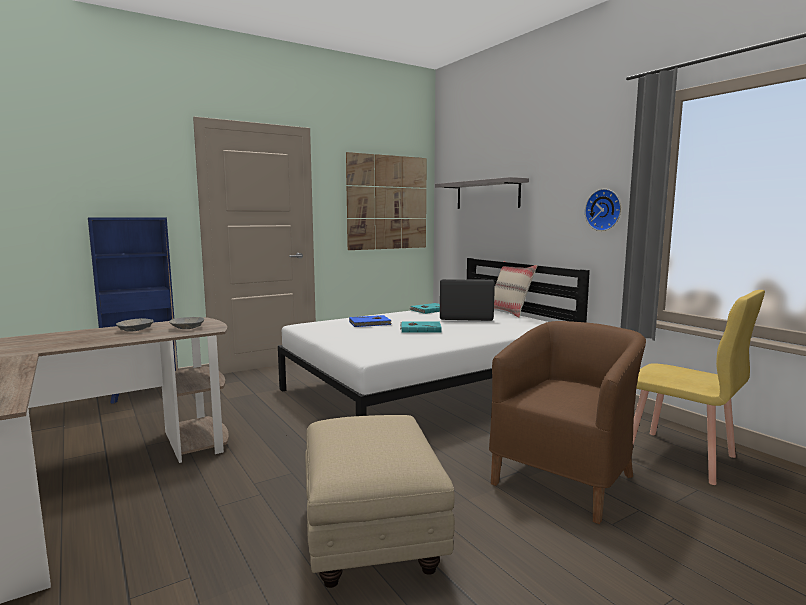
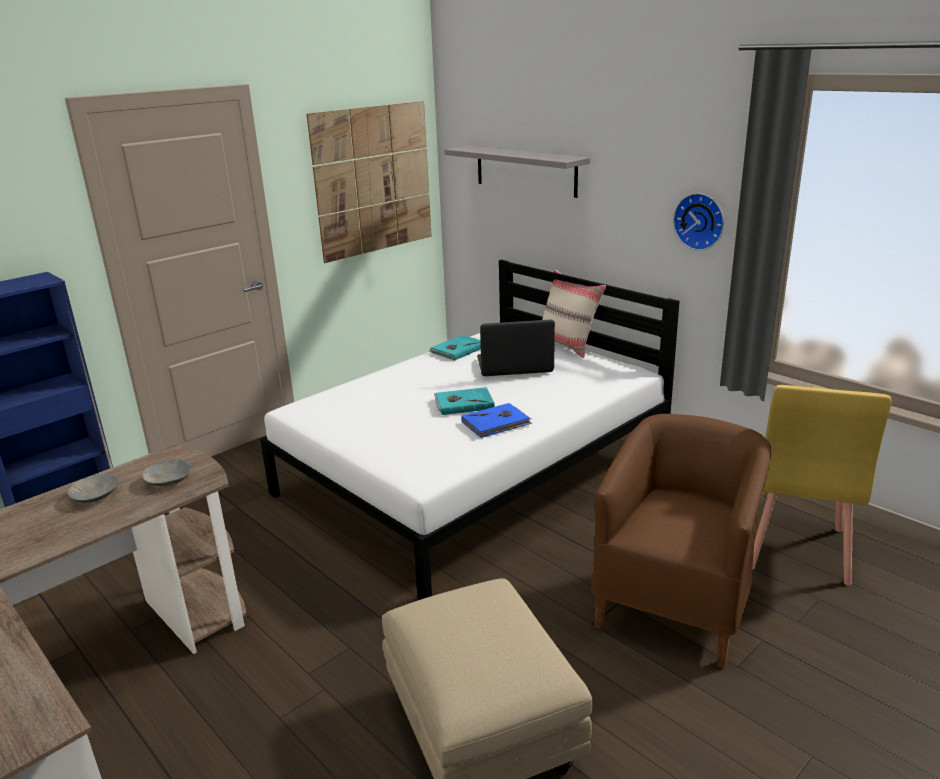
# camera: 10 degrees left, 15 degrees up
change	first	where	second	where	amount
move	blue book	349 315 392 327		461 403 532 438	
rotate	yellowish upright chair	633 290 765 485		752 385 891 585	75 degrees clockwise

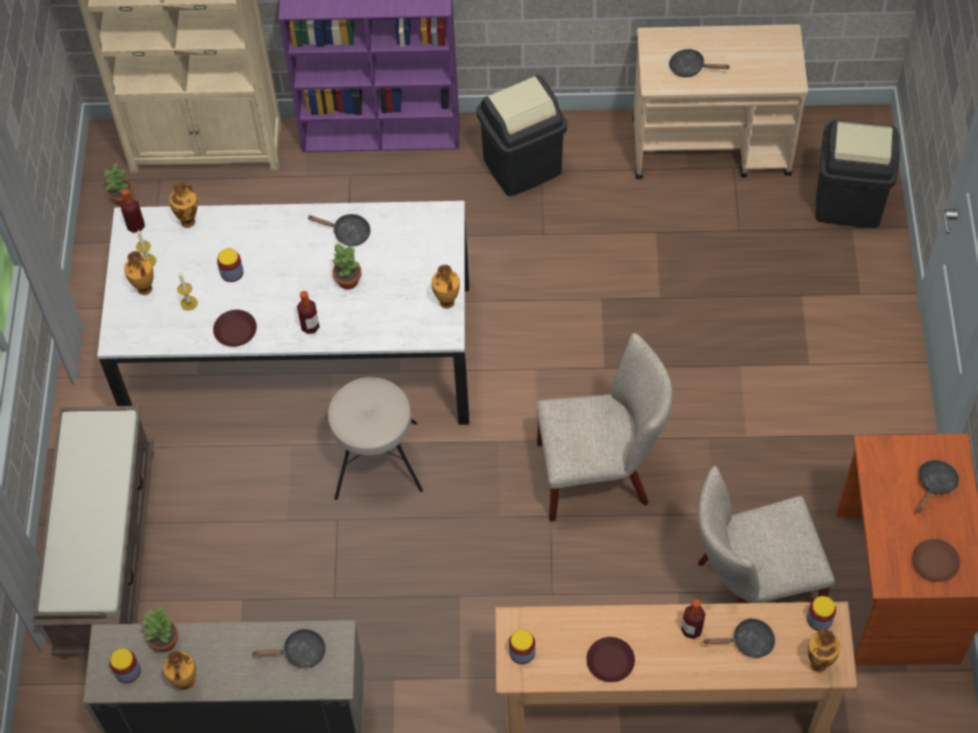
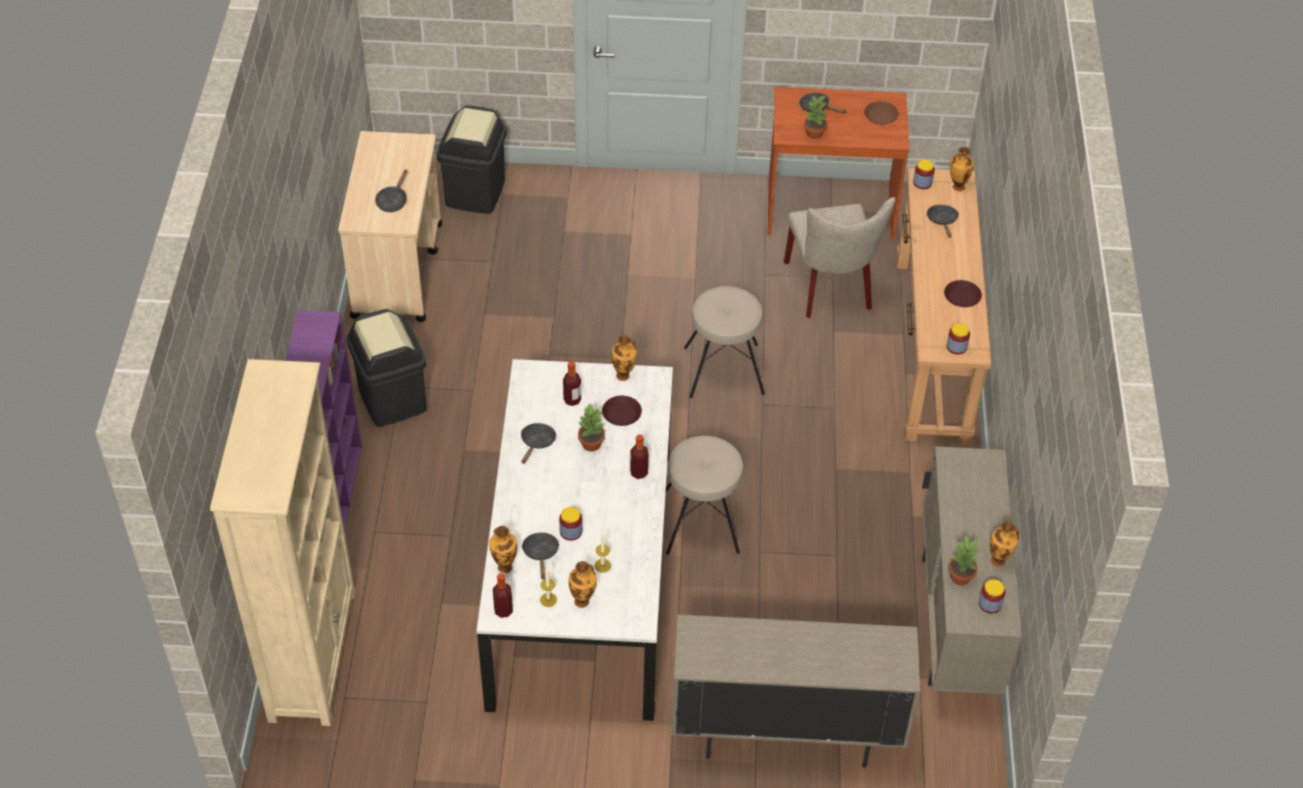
# camera: 90 degrees left, 10 degrees down
change	first	where	second	where	amount
move	black frying pan	253 628 326 669		522 533 560 579	
move	drink bottle	681 599 705 639		563 361 581 406	
move	brown flat dish	213 310 257 347		602 396 642 426	
replace	brown indoor bench	34 406 154 659	beige cabinet	671 614 920 768	
replace	beige upright chair	536 333 672 522	beige sitting stool	684 286 765 398	
move	houseplant	103 162 133 206		804 95 828 139	

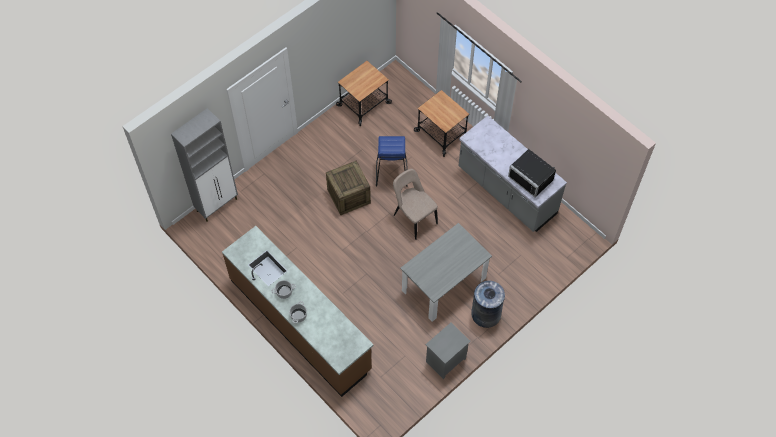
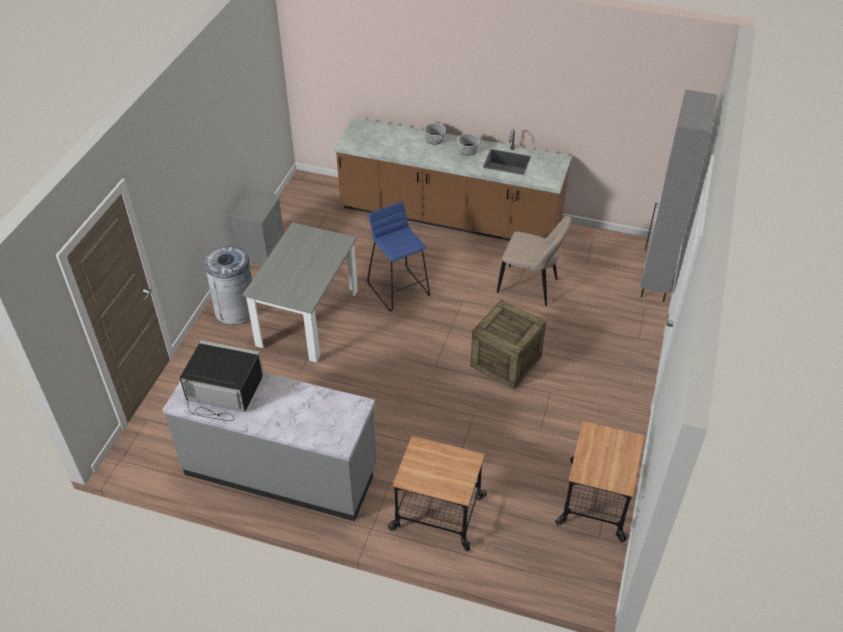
# camera: 150 degrees right, 15 degrees down
change	first	where	second	where	amount
move	blue sitting stool	376 136 408 187		367 202 430 311	
move	beige upright chair	393 169 438 240		497 216 571 306	

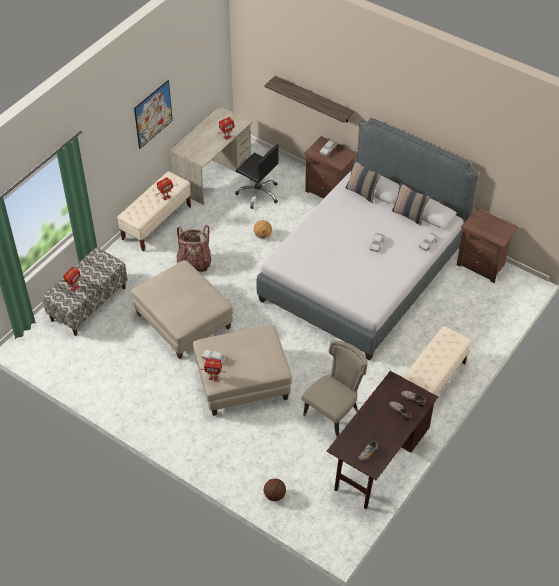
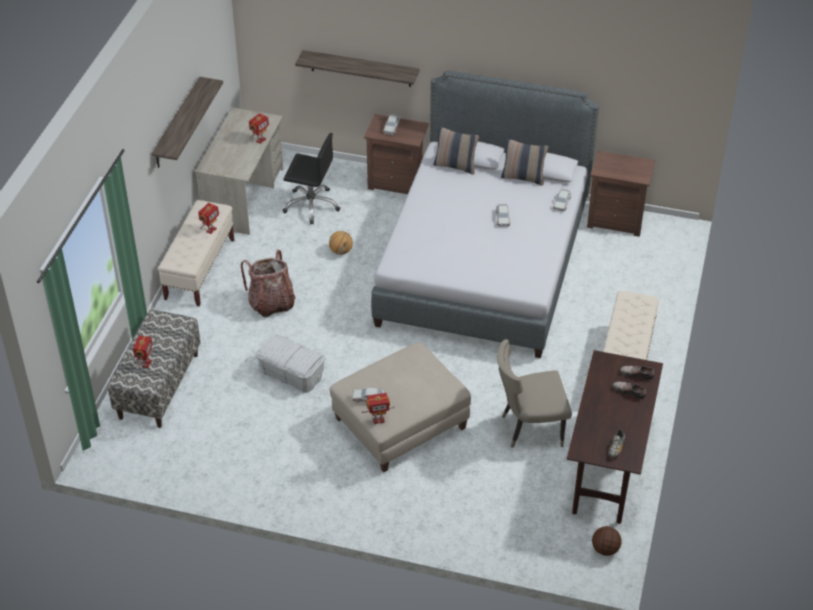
# camera: 20 degrees left, 5 degrees down
change	first	where	second	where	amount
replace	wall art	134 80 173 149	wall shelf	152 77 223 168	
replace	beige pouffe	131 260 233 359	white storage container	256 334 326 393	
rotate	beige upright chair	301 340 368 438		497 339 572 448	120 degrees counterclockwise
move	ball for basketball	264 479 286 501		592 526 622 556	

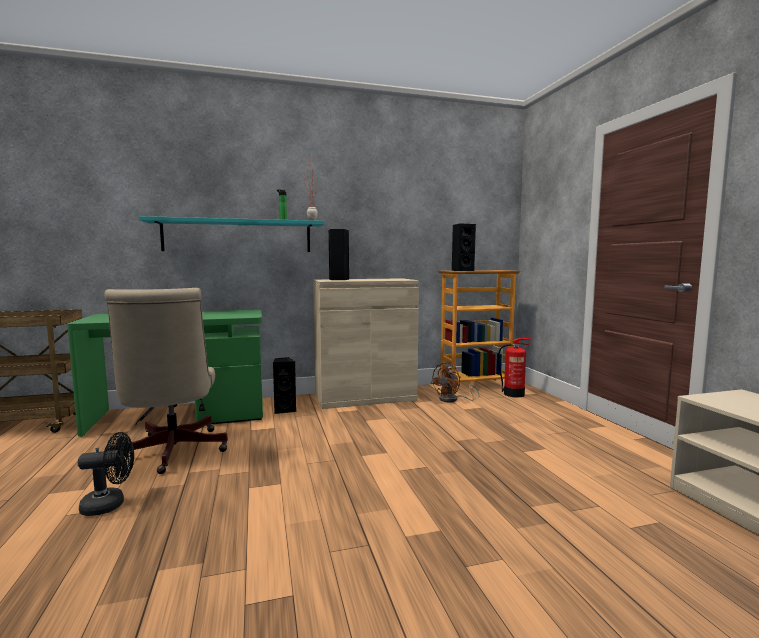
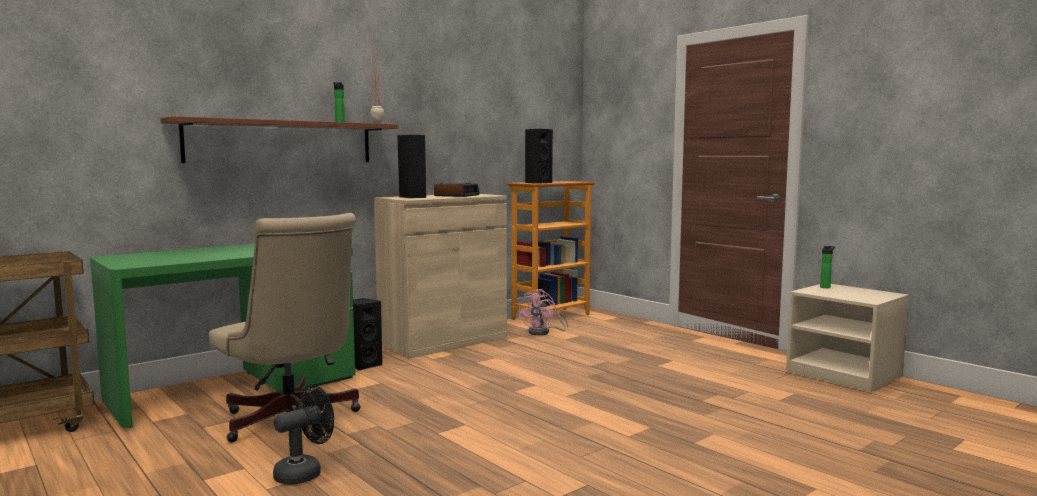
# camera: 25 degrees left, 0 degrees up
change	first	where	second	where	amount
recolor	blue-green wall shelf	139 216 324 252	brown wall shelf	160 116 398 163	
insert			bedside clock	434 183 480 197	
recolor	brown electric fan	431 362 480 402	pinkish electric fan	518 289 568 335	
insert			drink bottle	820 246 835 288	
delete	fire extinguisher	498 338 532 397			

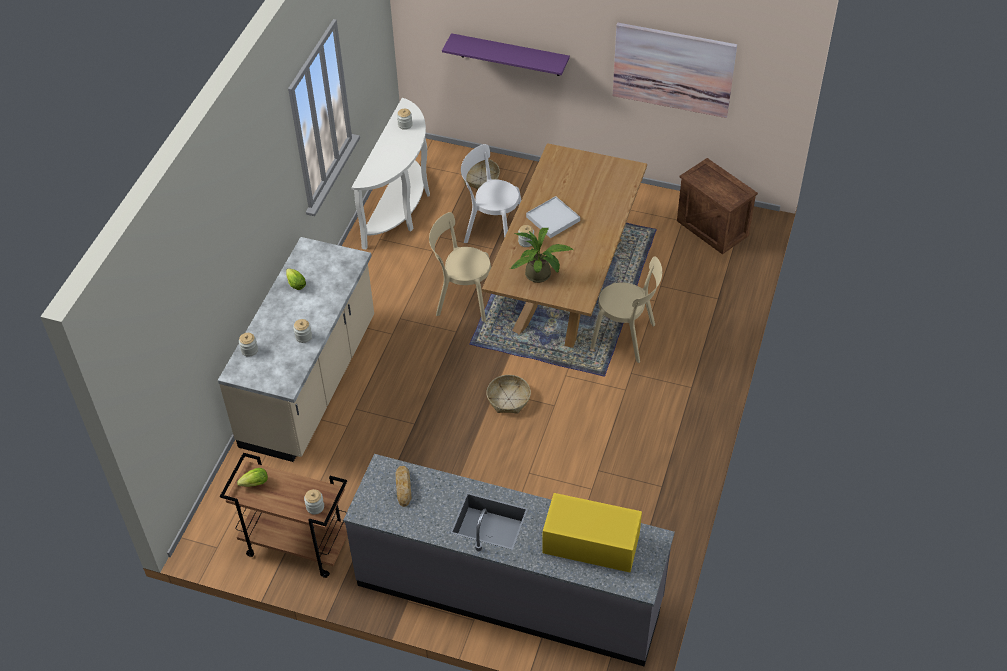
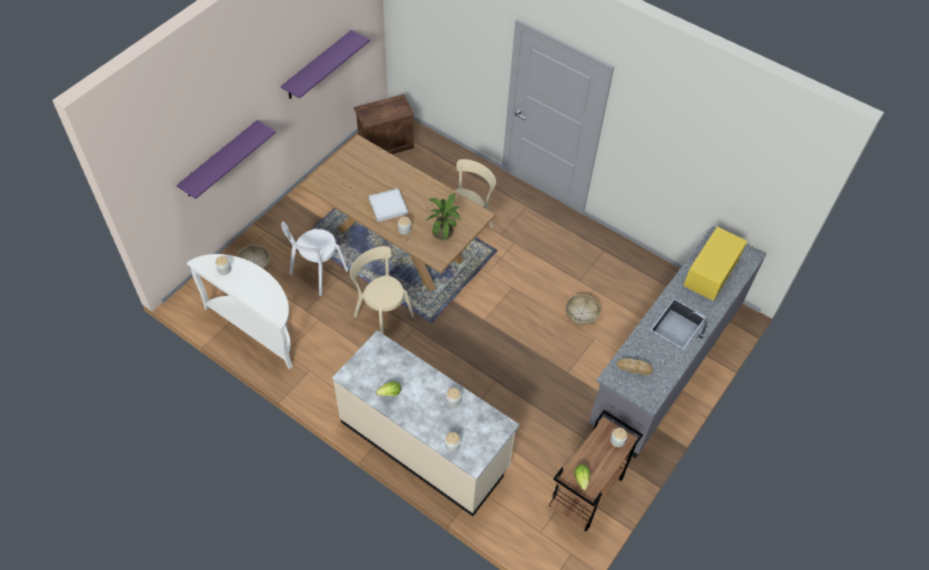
# camera: 75 degrees left, 5 degrees up
change	first	where	second	where	amount
replace	wall art	613 23 737 118	purplish wall shelf	281 30 370 99	
rotate	beige upright chair	429 212 491 322		350 246 414 334	105 degrees clockwise
move	household basket	486 375 531 414		566 294 601 326	

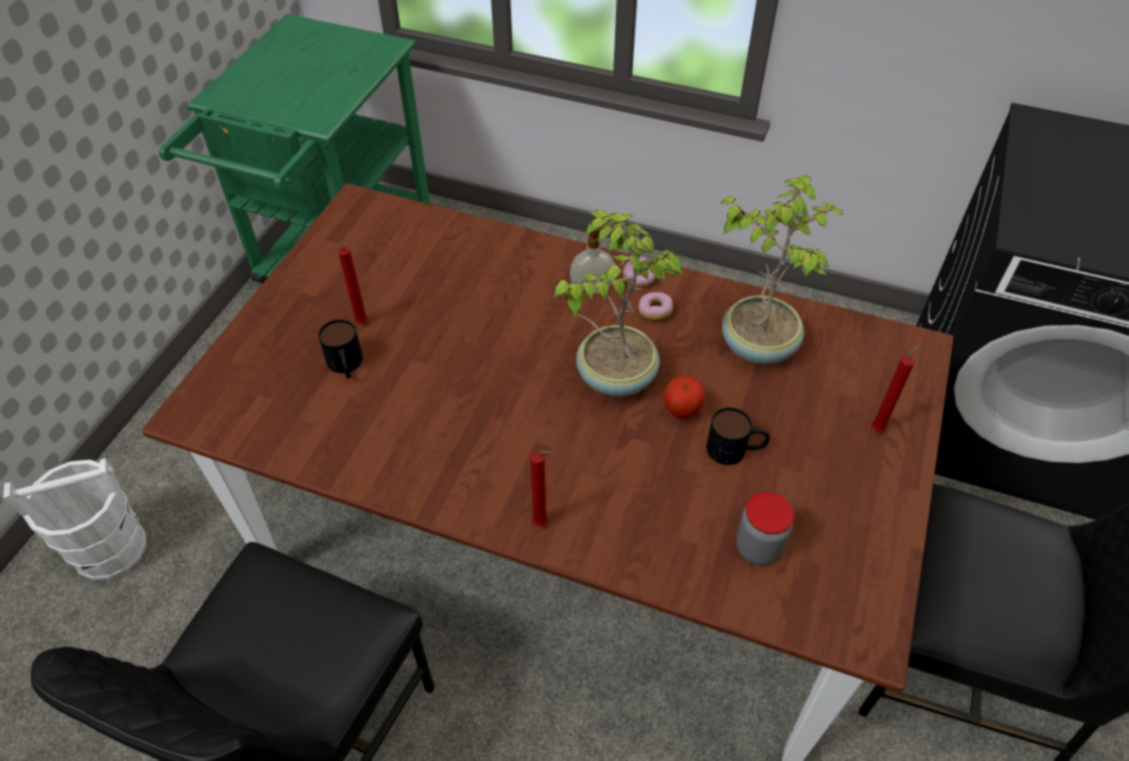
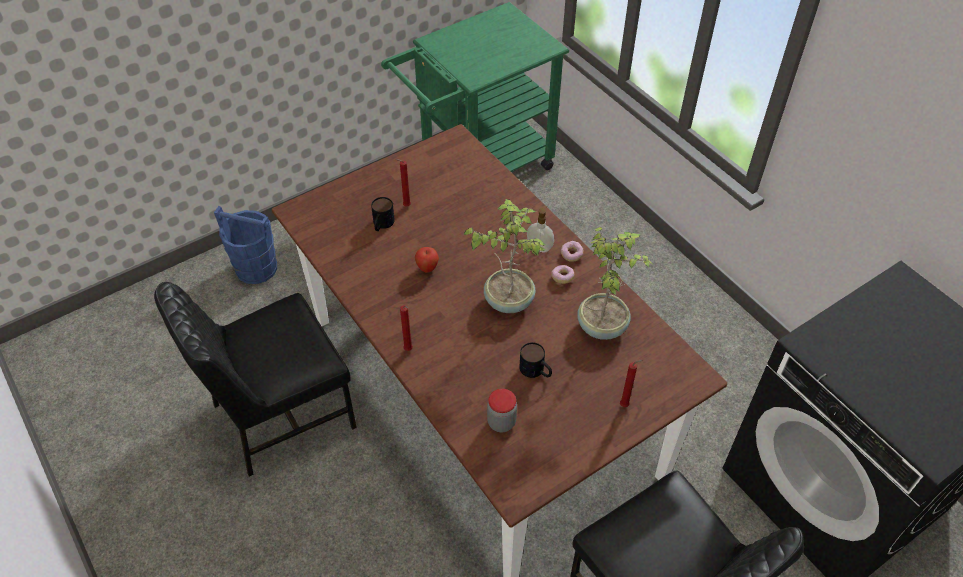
# camera: 35 degrees right, 0 degrees up
change	first	where	second	where	amount
recolor	white bucket	3 458 146 581	blue bucket	214 206 277 284	
move	apple fruit	664 376 705 419		415 247 439 272	

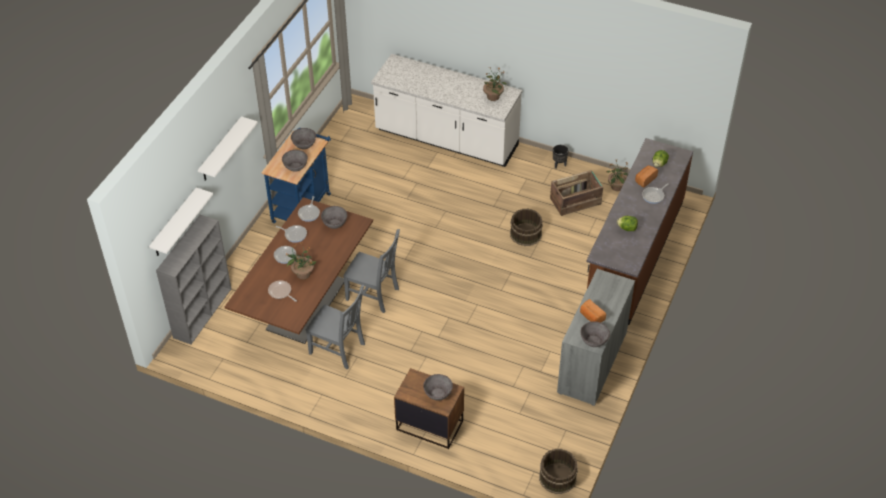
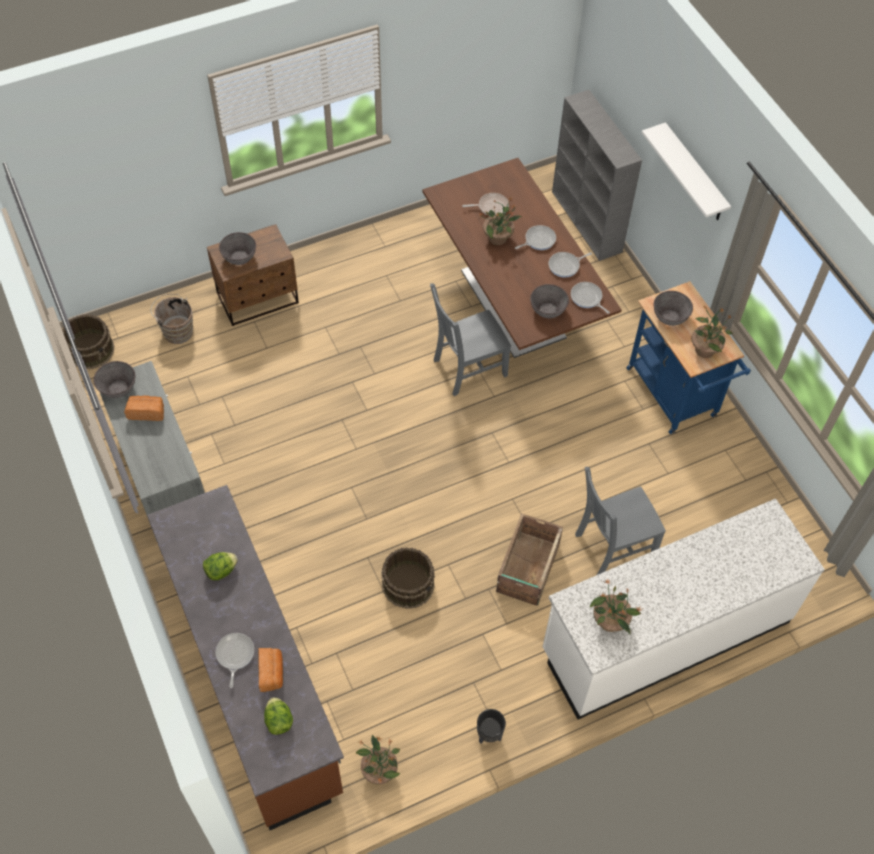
# camera: 130 degrees right, 10 degrees up
change	first	where	second	where	amount
insert			brown bucket	151 294 193 344	
move	crate	550 170 603 216		496 513 563 606	
move	gray upright chair	306 285 365 369		575 467 666 575	
replace	gray bowl	291 128 316 149	houseplant	691 306 733 358	
delete	white wall shelf	149 188 213 256			

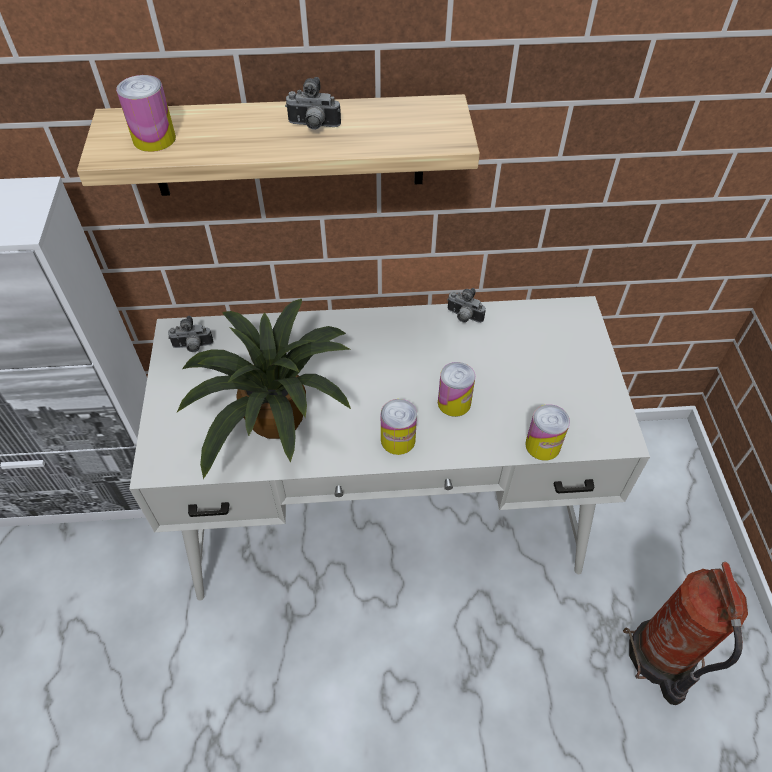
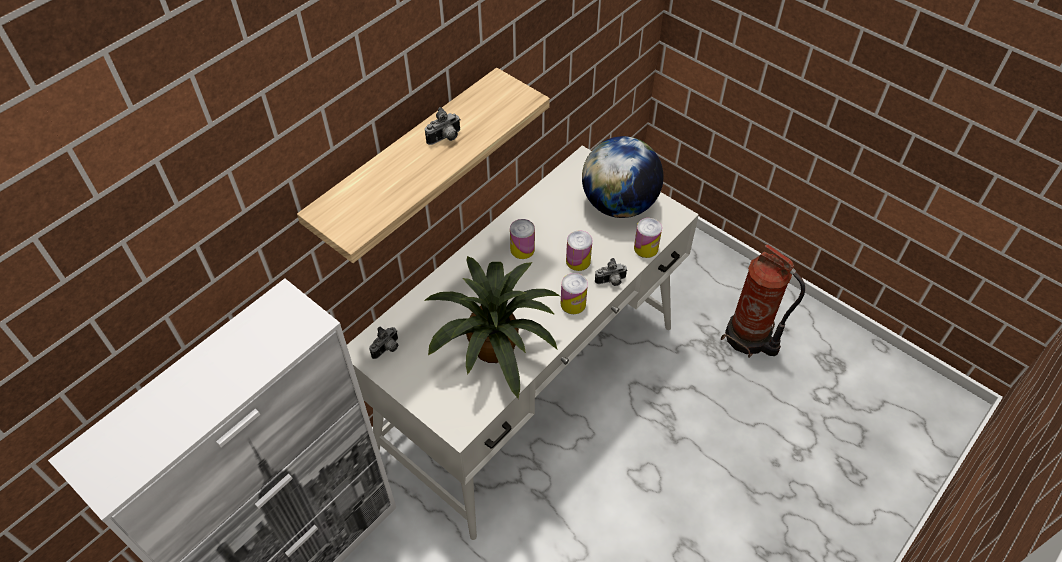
# camera: 45 degrees left, 0 degrees up
change	first	where	second	where	amount
move	metal can	116 75 176 152		510 219 535 259	
insert			desk globe	582 136 664 218	
move	still camera	447 288 486 323		595 258 628 286	

